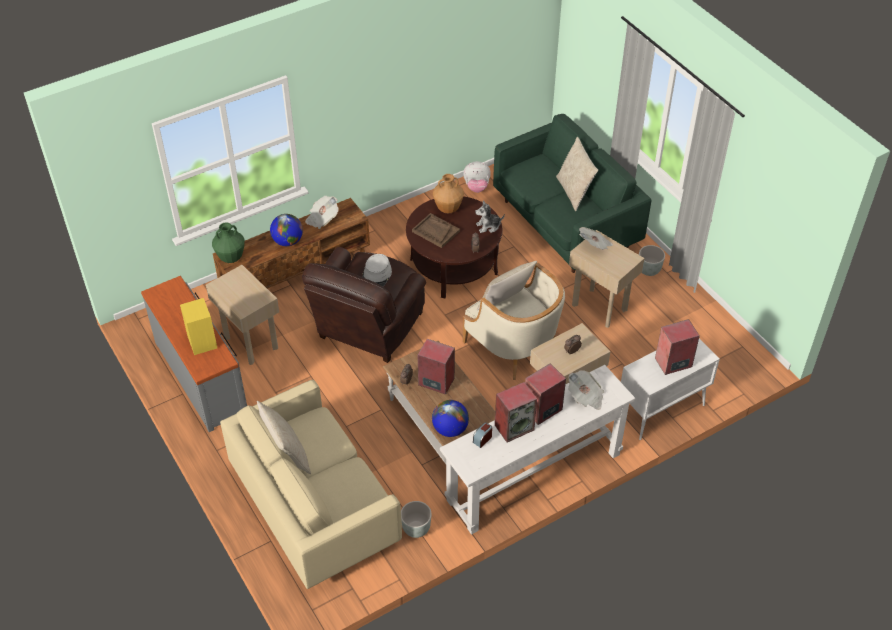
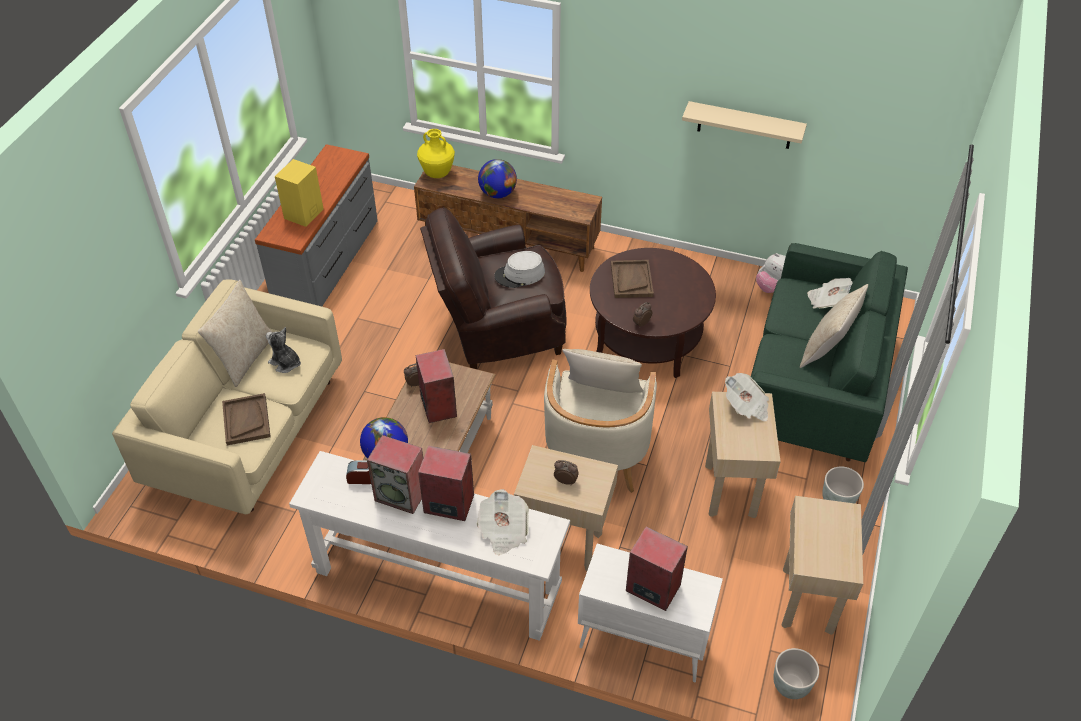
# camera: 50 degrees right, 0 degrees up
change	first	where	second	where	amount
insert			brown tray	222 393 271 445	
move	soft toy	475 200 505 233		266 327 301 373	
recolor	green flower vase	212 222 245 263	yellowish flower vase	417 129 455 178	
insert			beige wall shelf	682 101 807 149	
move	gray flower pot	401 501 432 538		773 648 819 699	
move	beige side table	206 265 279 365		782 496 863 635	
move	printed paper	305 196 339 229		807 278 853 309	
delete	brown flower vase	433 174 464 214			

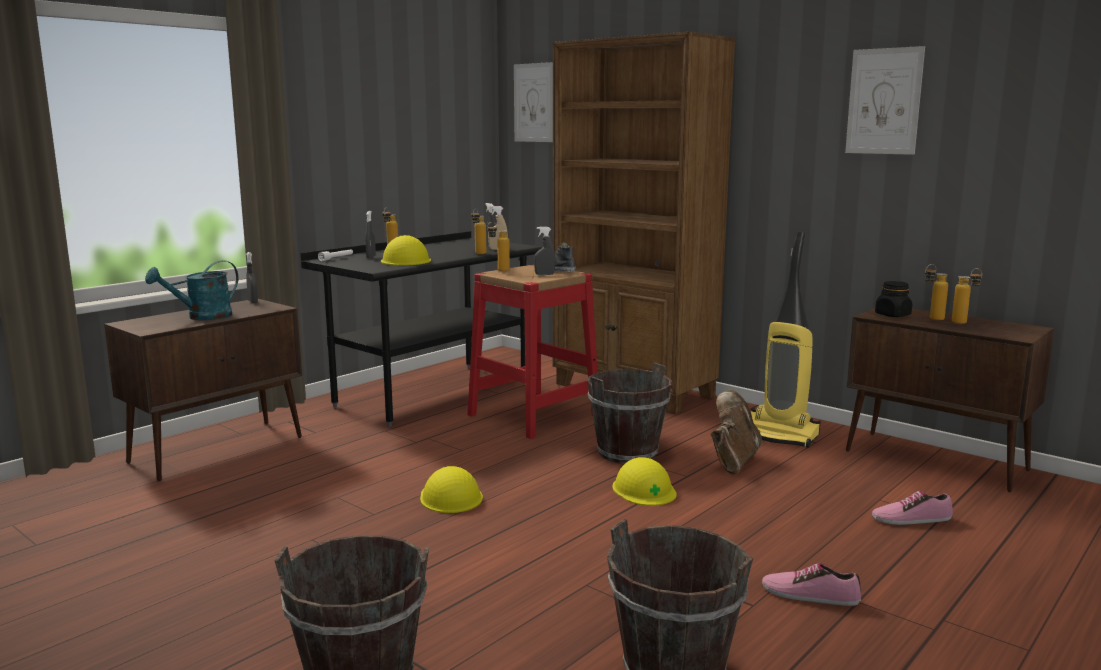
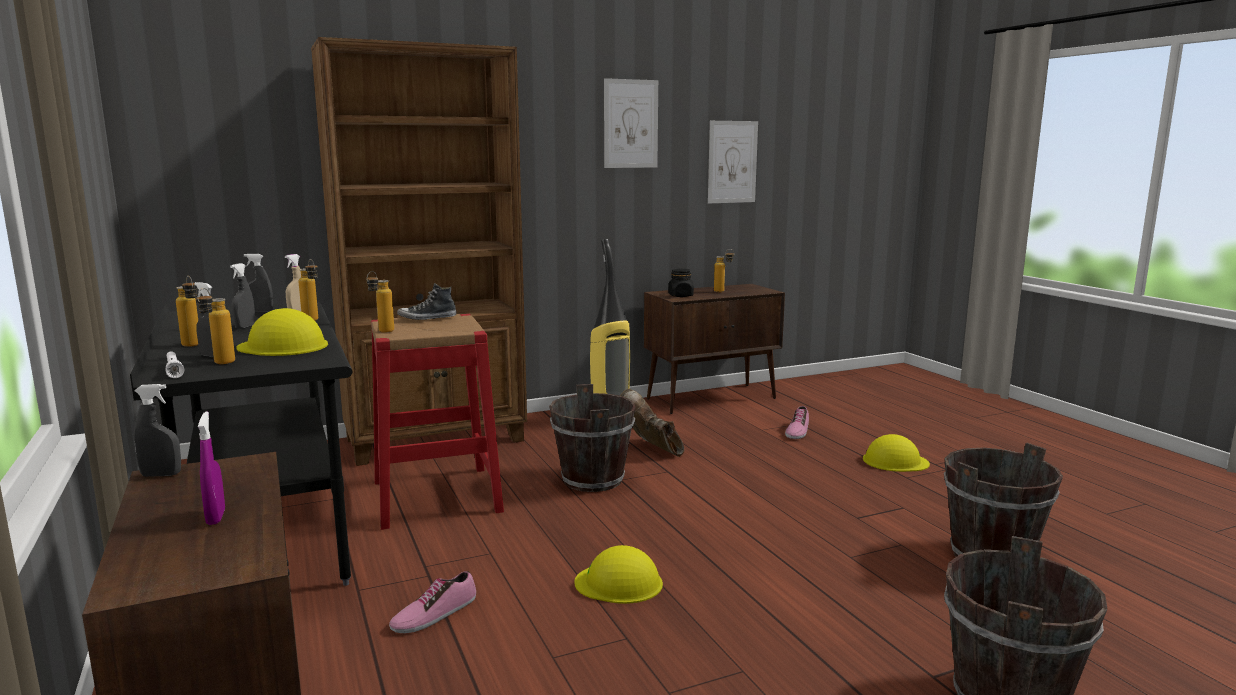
# camera: 65 degrees left, 0 degrees up
change	first	where	second	where	amount
move	drink bottle	925 264 948 320		196 288 235 364	
replace	blue-green sprinkling can	145 260 238 320	purplish sprayer	198 411 225 525	
move	gray sprayer	534 227 555 275		230 263 255 329	
move	low shoe	762 563 862 606		389 571 476 634	
move	wall art	514 62 553 142		708 121 758 203	
move	yellowish work helmet	613 457 677 506		863 434 930 472	

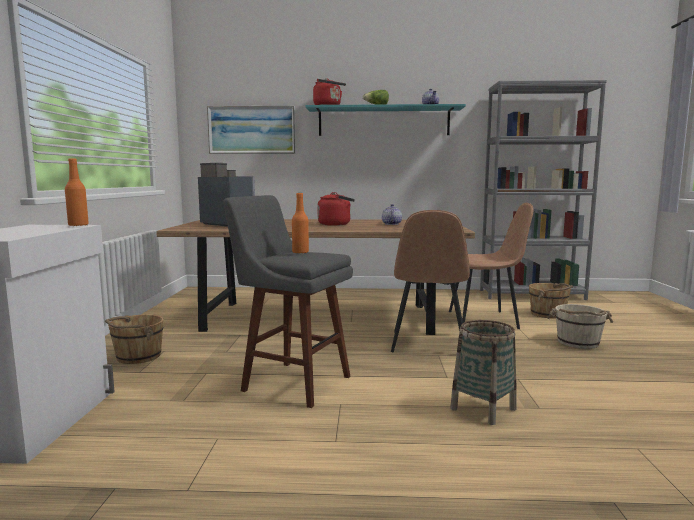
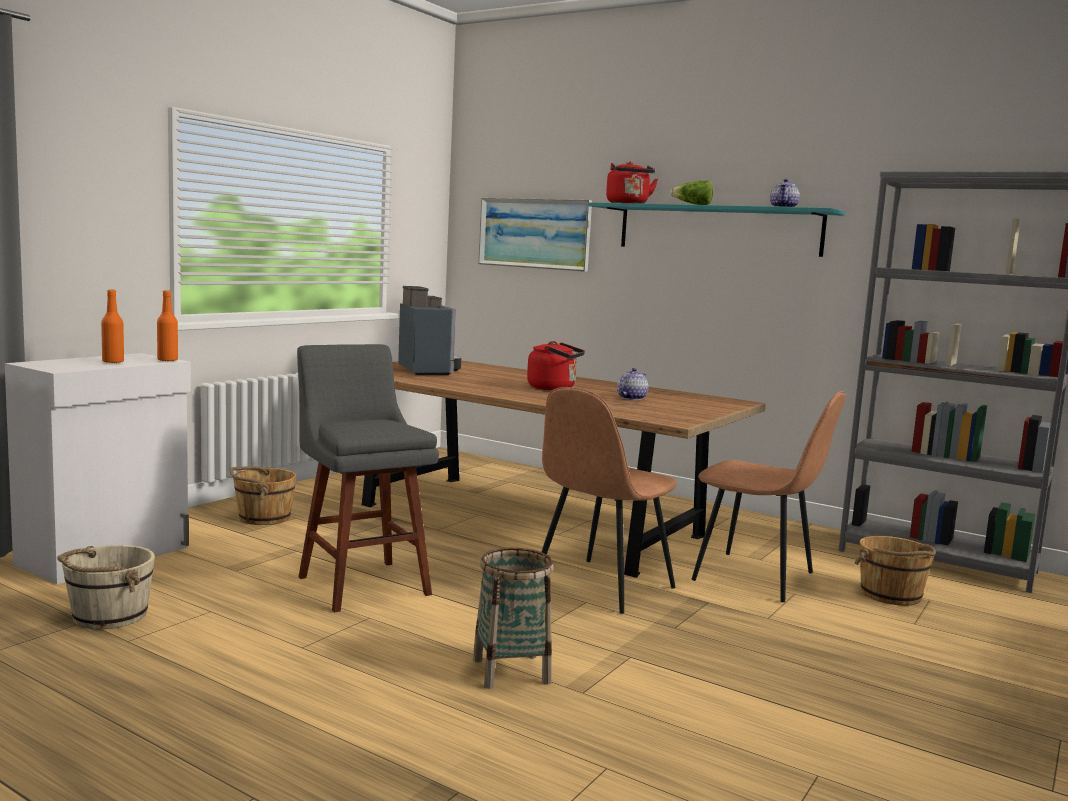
# camera: 30 degrees right, 0 degrees up
change	first	where	second	where	amount
move	beige bucket	547 304 613 349		57 545 155 629	
move	orangey drink bottle	292 193 309 253		101 290 124 363	

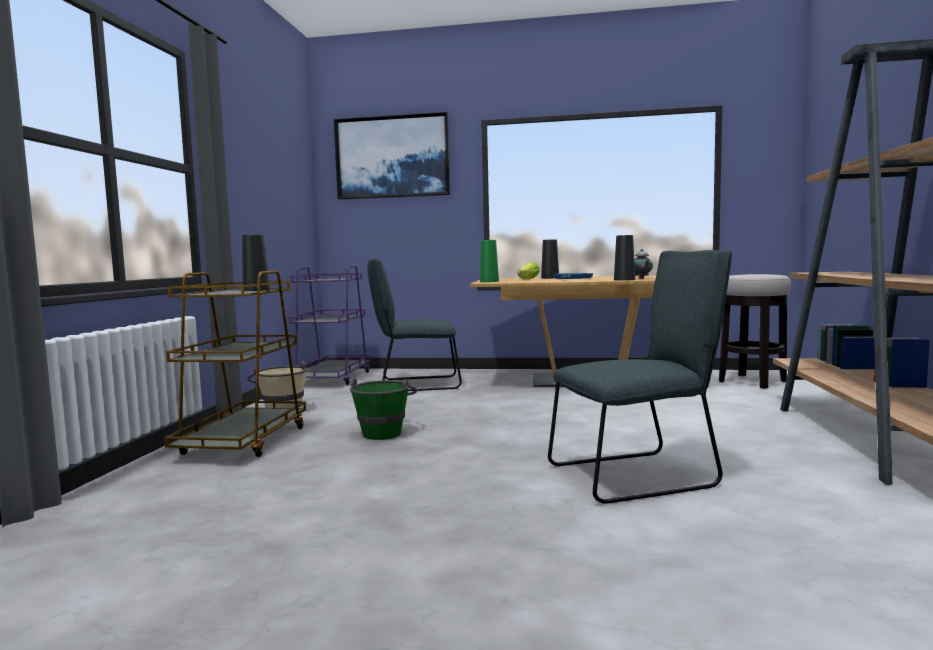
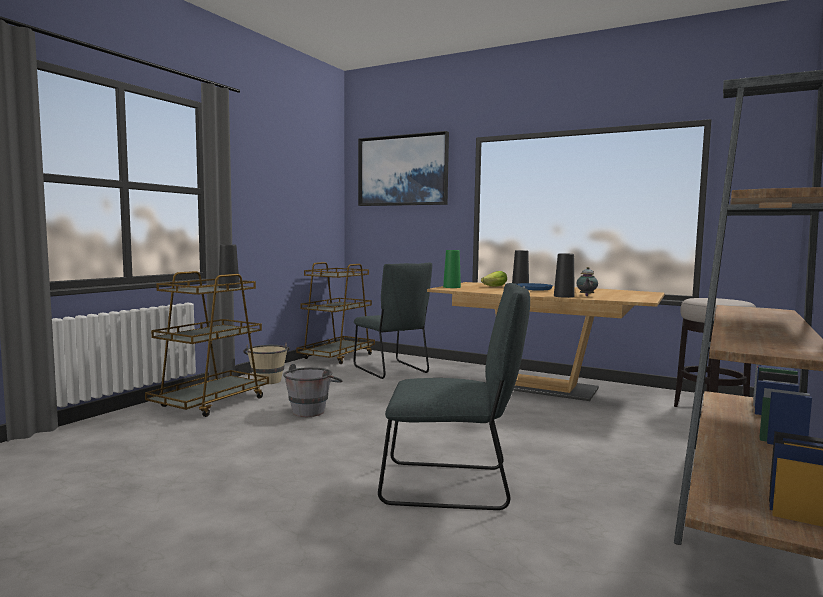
# camera: 20 degrees right, 0 degrees up
change	first	where	second	where	amount
recolor	green bucket	350 378 417 440	gray bucket	283 364 343 417	
recolor	purplish wheeled cart	290 265 370 385	brown wheeled cart	296 262 375 364	
rotate	gray upright chair	367 259 462 391		354 263 432 379	135 degrees counterclockwise

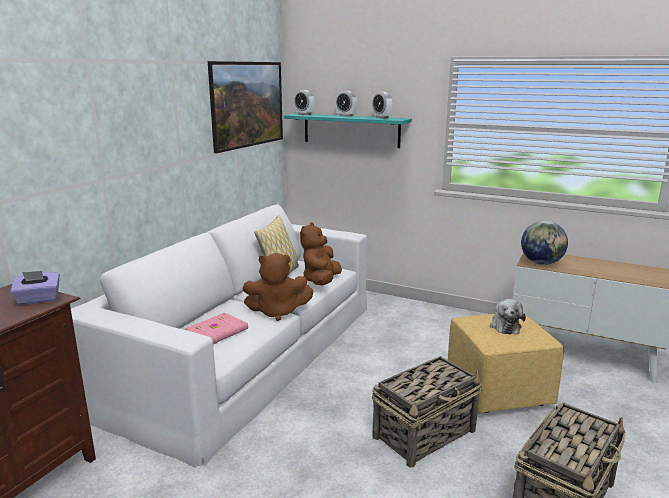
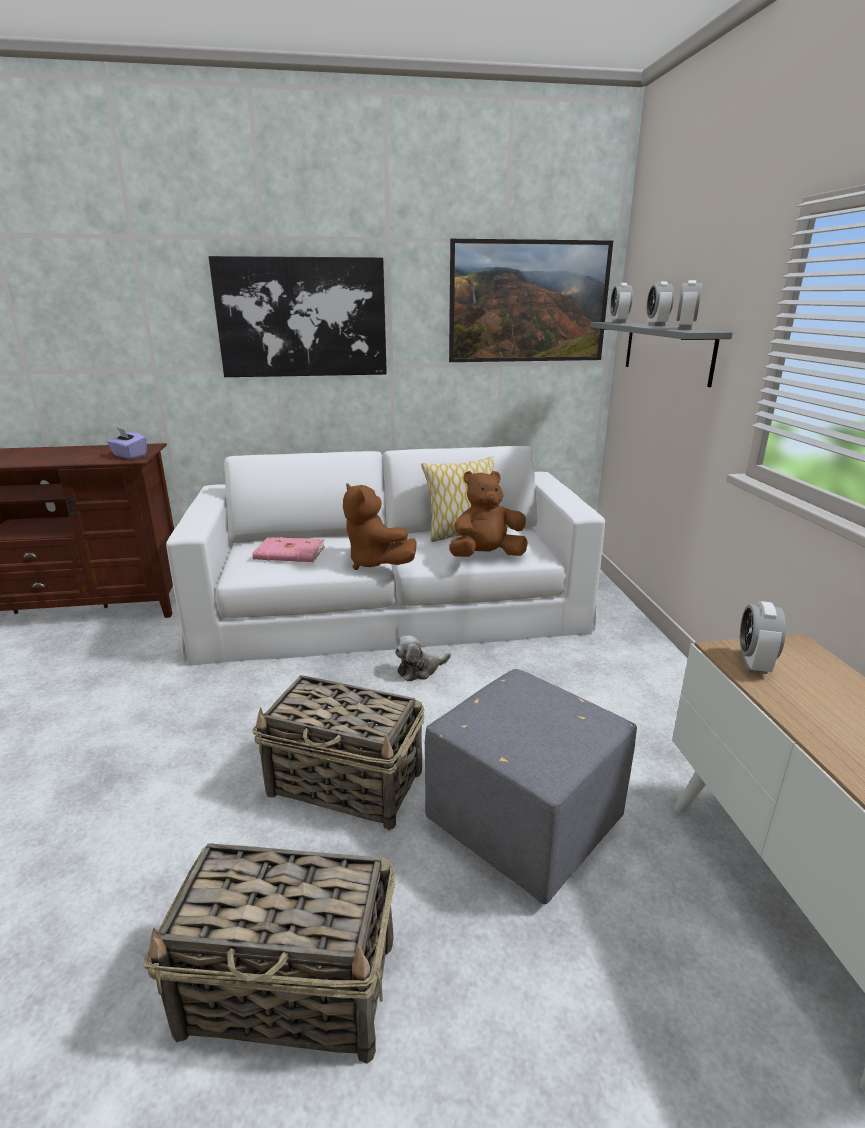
# camera: 55 degrees right, 5 degrees up
change	first	where	second	where	amount
insert			wall art	209 256 387 377	
move	soft toy	490 299 526 334		395 635 451 681	
recolor	yellowish pouffe	448 314 564 413	gray pouffe	425 669 637 904	
recolor	blue-green wall shelf	284 113 412 148	gray wall shelf	590 322 733 387	
replace	desk globe	521 221 568 265	bedside clock	740 601 786 674	

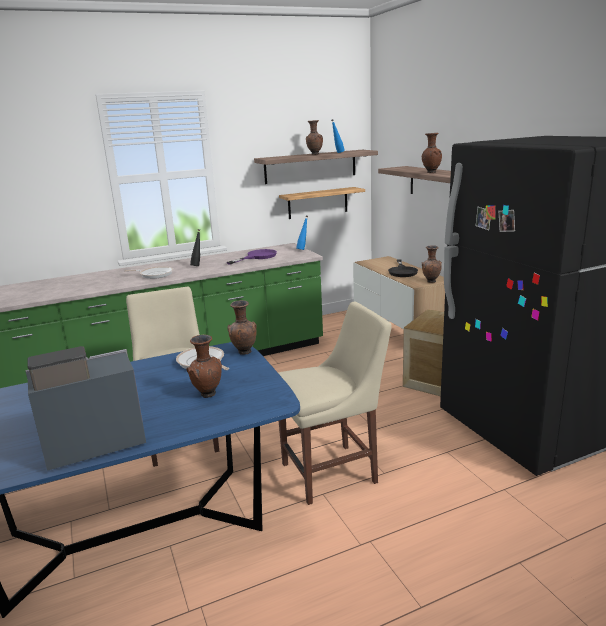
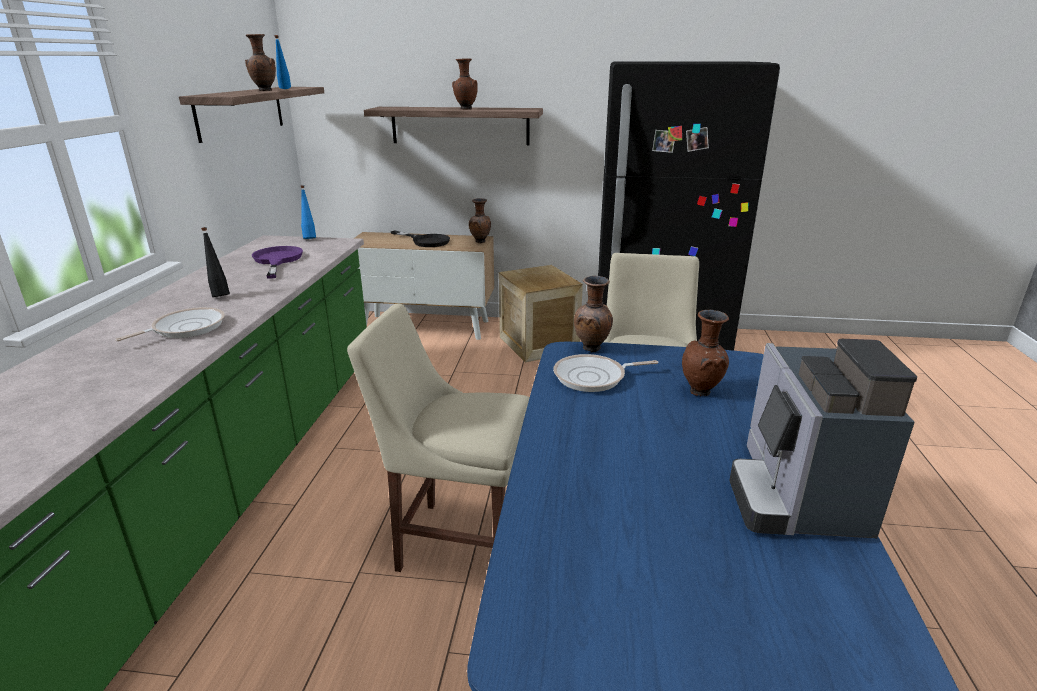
# camera: 60 degrees left, 5 degrees up
change	first	where	second	where	amount
delete	wall shelf	279 187 365 219			

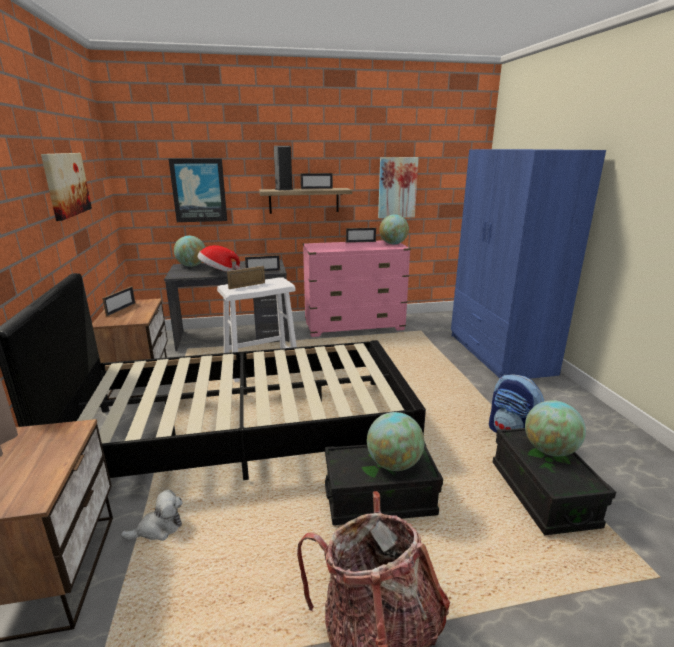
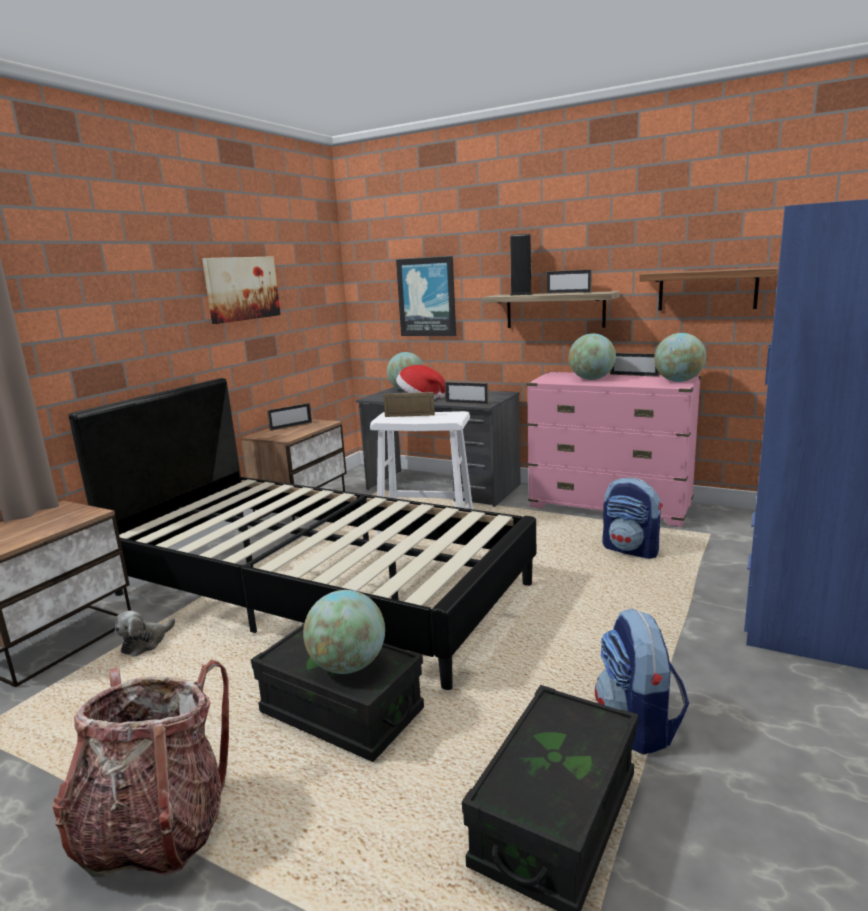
# camera: 40 degrees right, 5 degrees down
change	first	where	second	where	amount
rotate	soft toy	121 490 183 541		115 611 175 656	105 degrees clockwise
move	desk globe	525 400 586 457		569 333 616 380	
insert			knapsack	602 478 663 559	
replace	wall art	378 157 419 218	wall shelf	639 268 777 311	

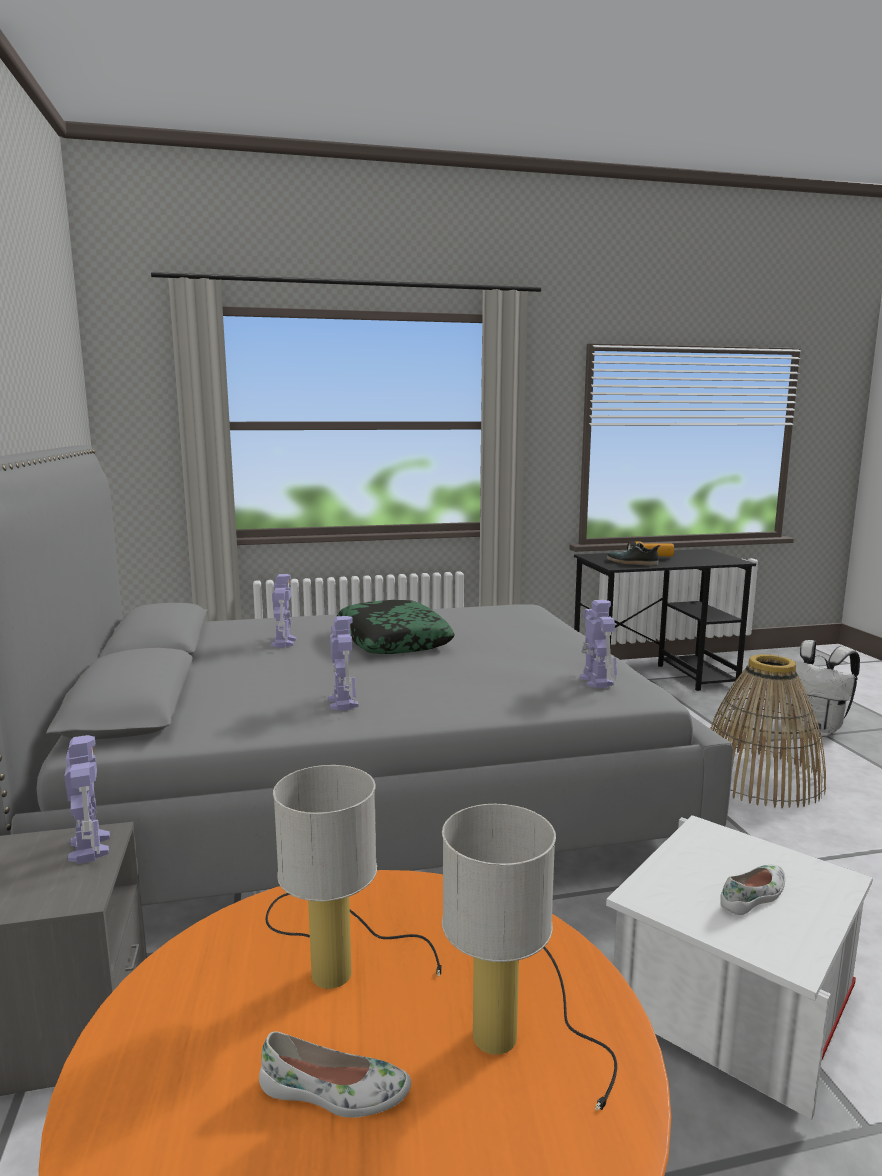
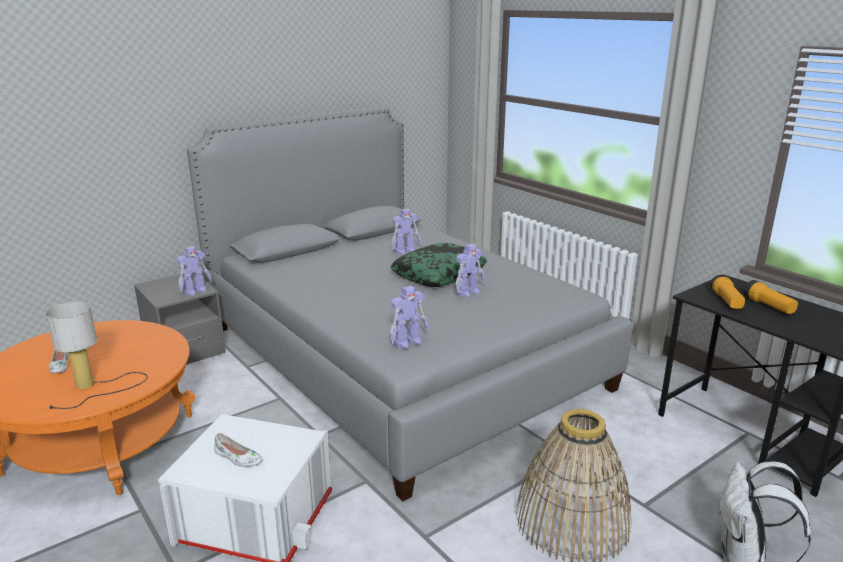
# camera: 65 degrees right, 10 degrees up
change	first	where	second	where	amount
move	model robot	328 616 358 711		456 244 485 298	
replace	low shoe	607 542 660 566	hand torch	710 274 745 309	
delete	table lamp	266 765 441 989			

